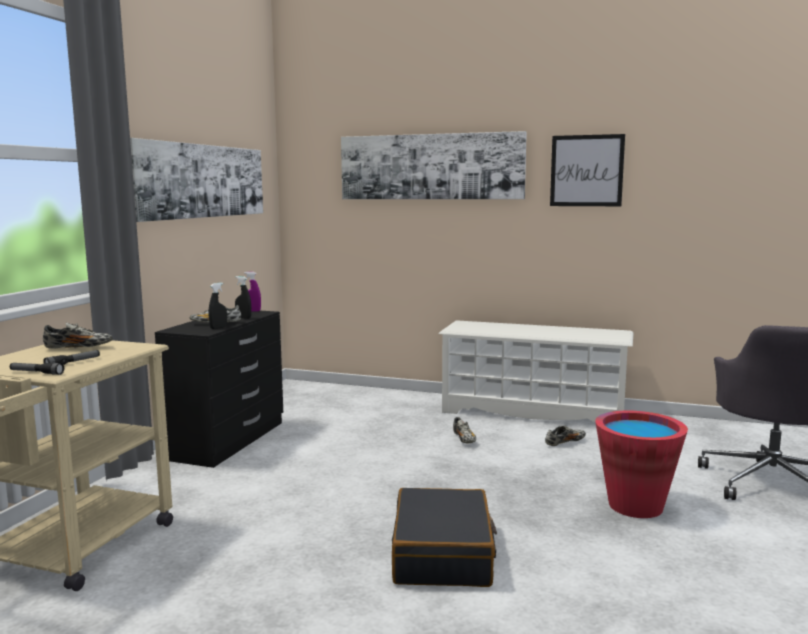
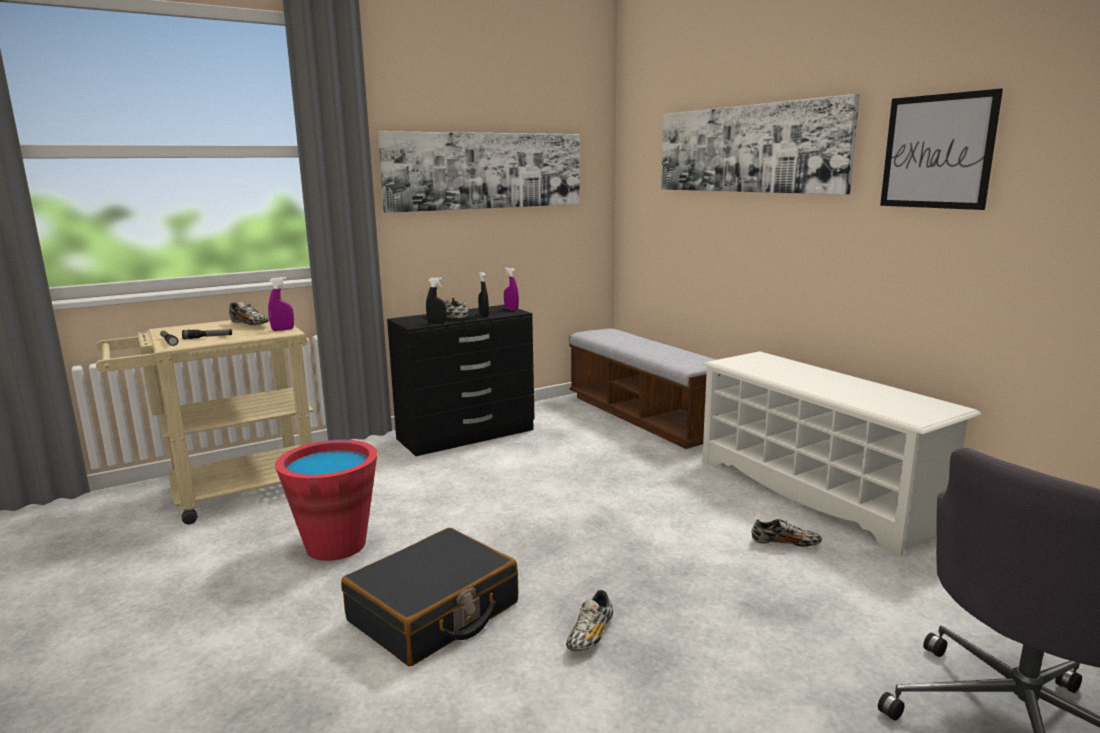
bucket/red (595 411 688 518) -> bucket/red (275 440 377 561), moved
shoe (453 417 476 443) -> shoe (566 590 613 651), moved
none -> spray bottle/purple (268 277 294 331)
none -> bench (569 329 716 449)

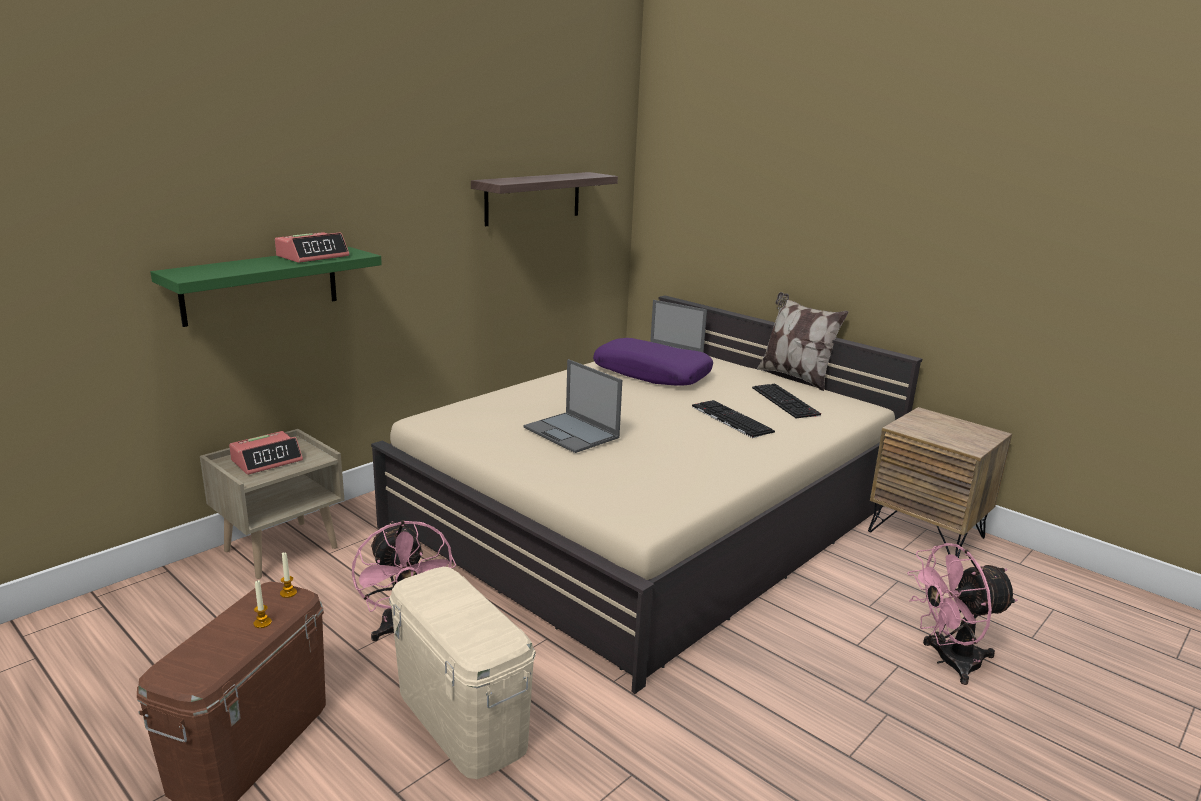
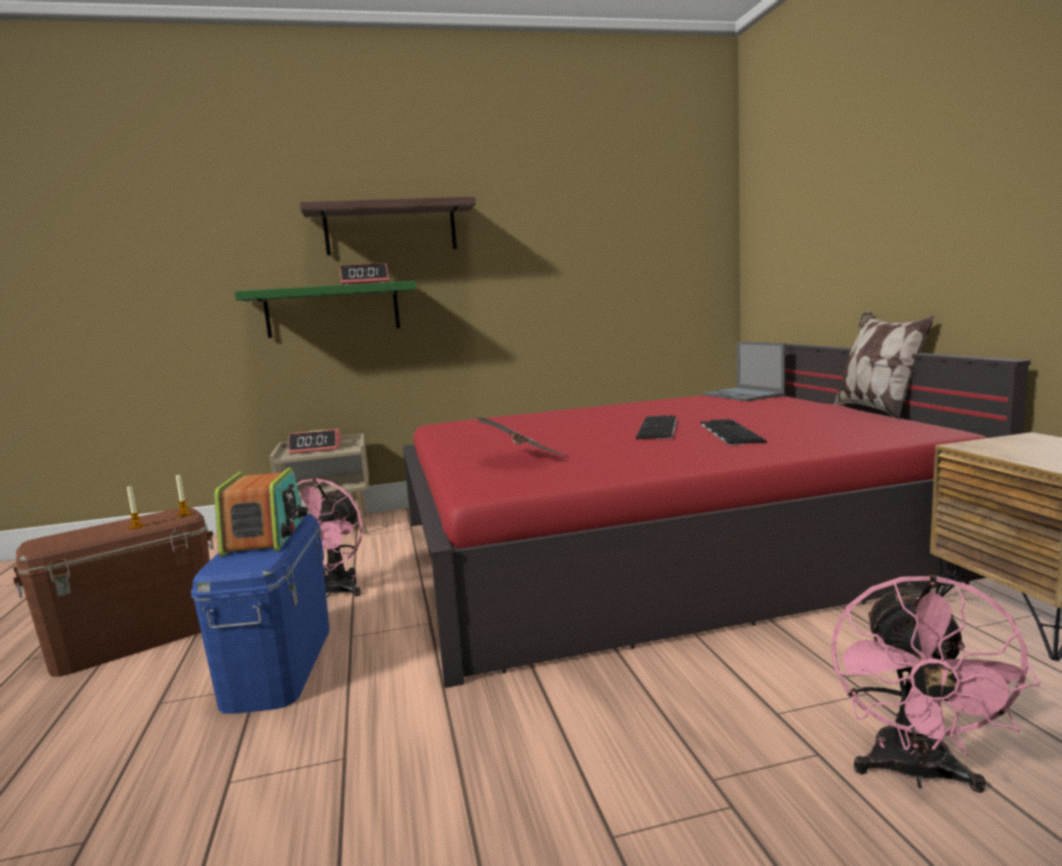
shelf (471 172 618 226) -> shelf (299 196 476 255), moved
bed/beige (371 295 922 694) -> bed/red (403 342 1031 688)
pillow/purple (593 338 713 386) -> none
laptop (524 359 622 453) -> none
keyboard (752 384 821 418) -> keyboard (636 415 677 439), moved
fan/pink (907 543 1017 685) -> fan/pink (831 575 1041 793), 90 degrees counterclockwise
storage box/beige (389 567 536 779) -> storage box/blue (191 514 329 714)
none -> newspaper (476 417 568 455)
none -> radio (214 468 308 556)

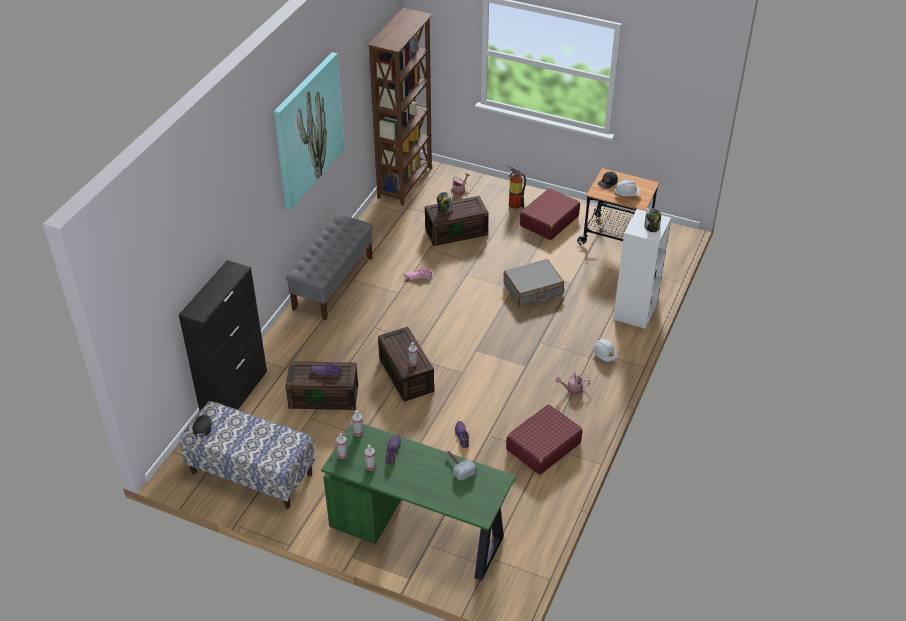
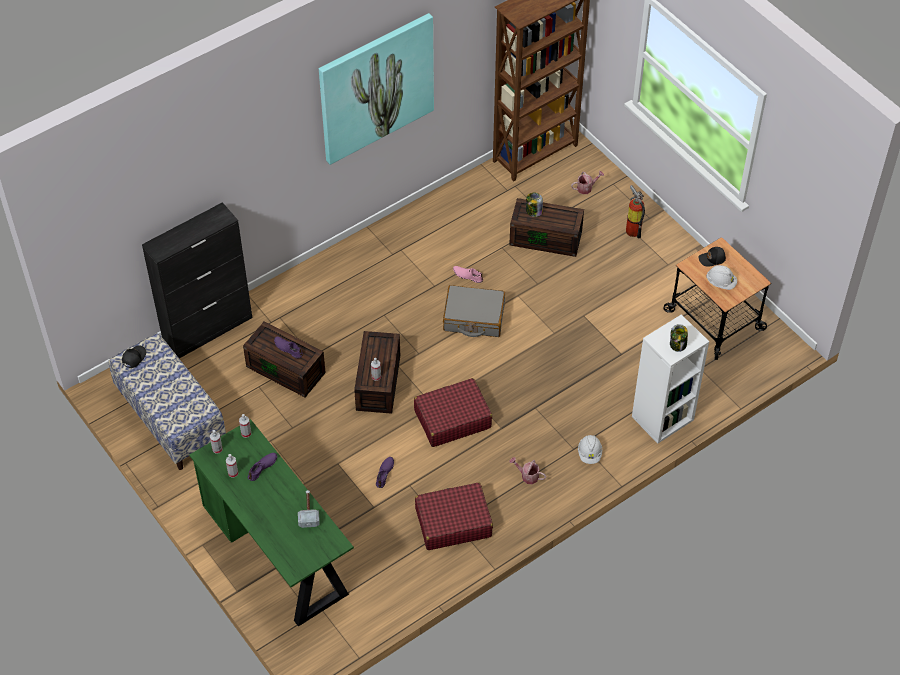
suitcase/red (520 188 580 240) -> suitcase/red (414 378 492 447), moved
bench/grey (286 215 373 321) -> none
suitcase/grey (503 259 564 306) -> suitcase/grey (443 285 505 337), moved

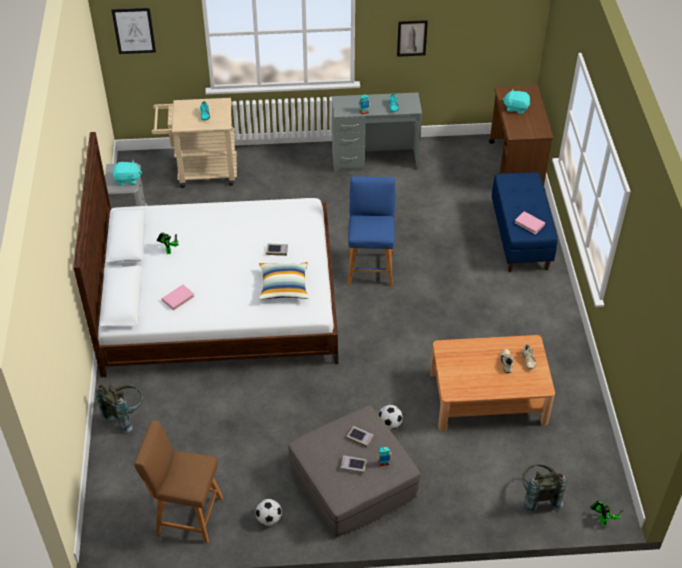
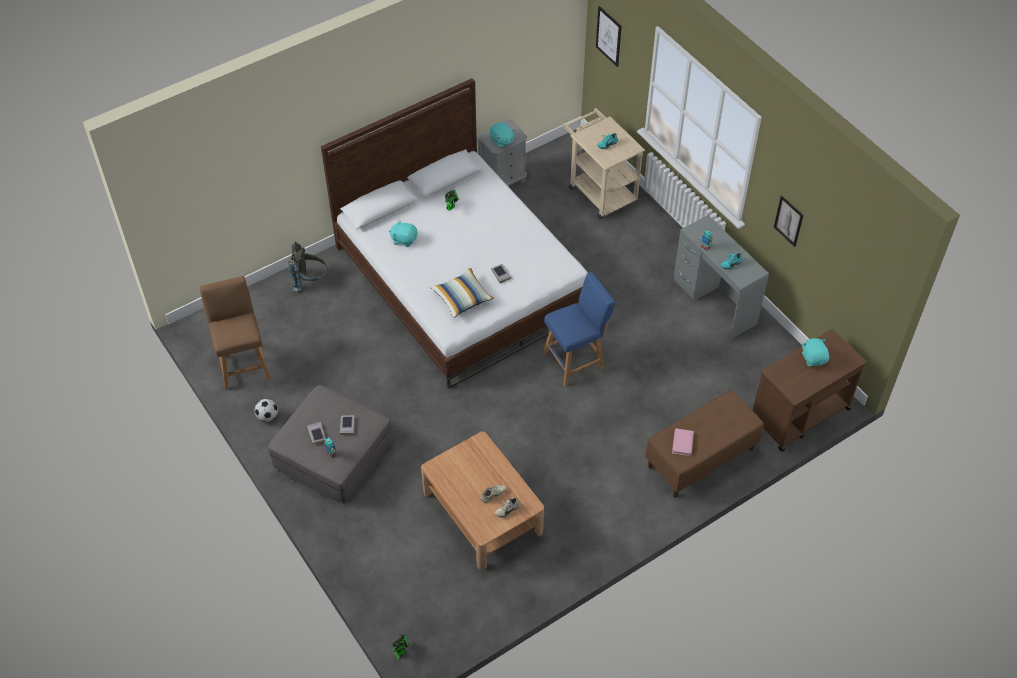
bench/blue (492 172 558 272) -> bench/brown (645 390 764 497)
book/pink (162 285 195 311) -> plush toy/turquoise (389 220 417 247)
football (378 405 403 430) -> none
backpack/grey (522 464 567 513) -> none

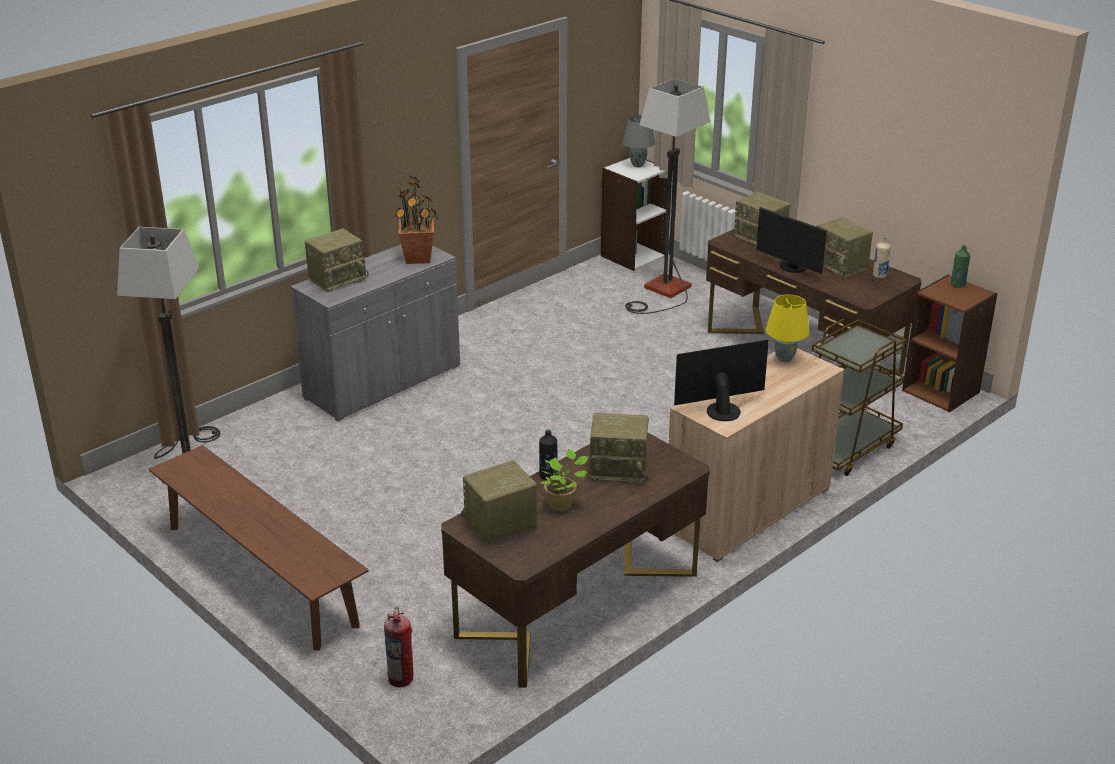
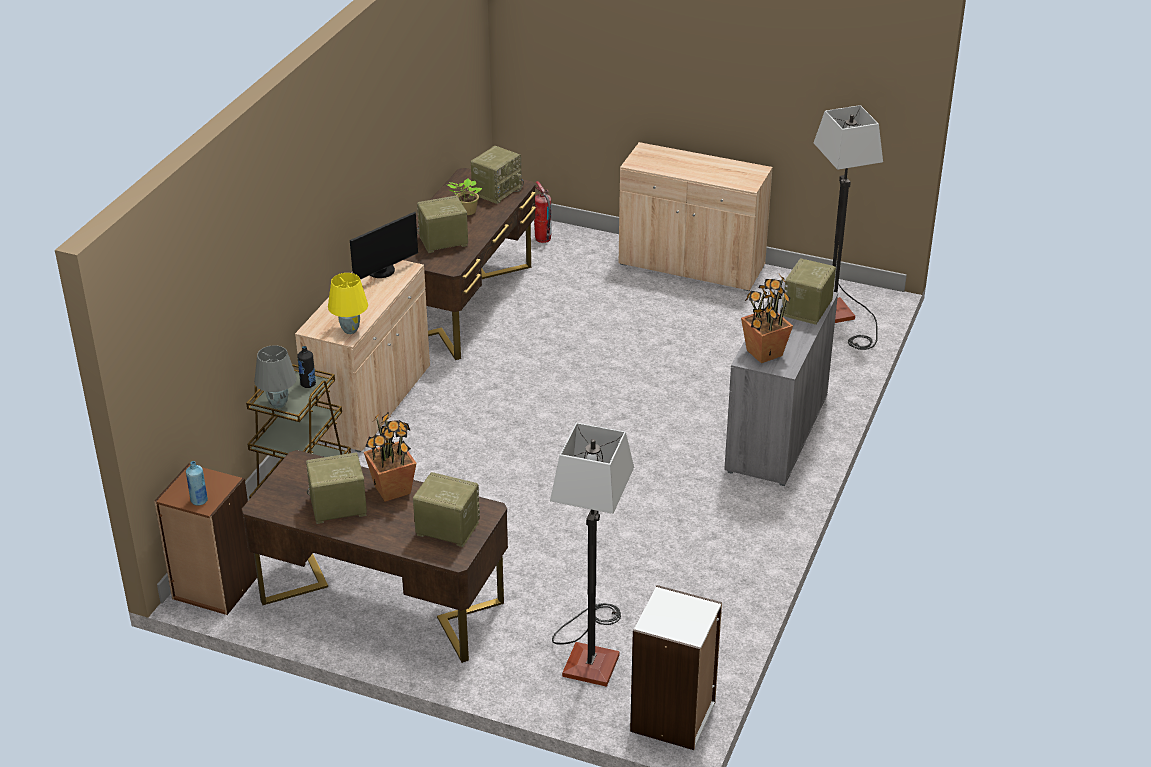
table lamp/grey (622 115 655 167) -> table lamp/grey (254 345 297 409), moved
monitor (756 207 827 274) -> potted plant (364 411 416 502)
radio (817 217 873 278) -> radio (306 453 367 524), 45 degrees counterclockwise
bottle/beige (873 237 891 279) -> none
bottle/green (951 245 970 288) -> bottle/blue (186 461 208 506)
bottle/black (539 429 558 480) -> bottle/black (297 346 316 388), moved
bench/brown (149 445 369 651) -> cabinet/beige (619 142 773 291)

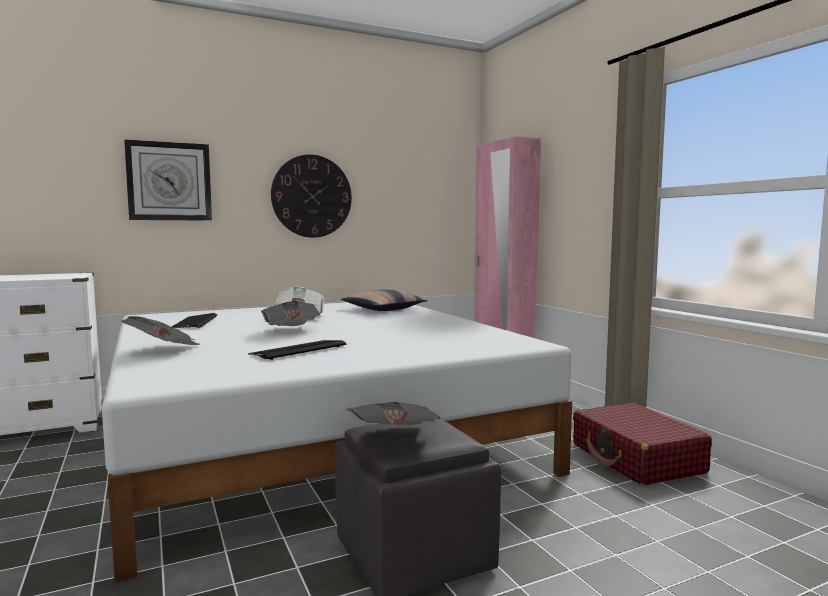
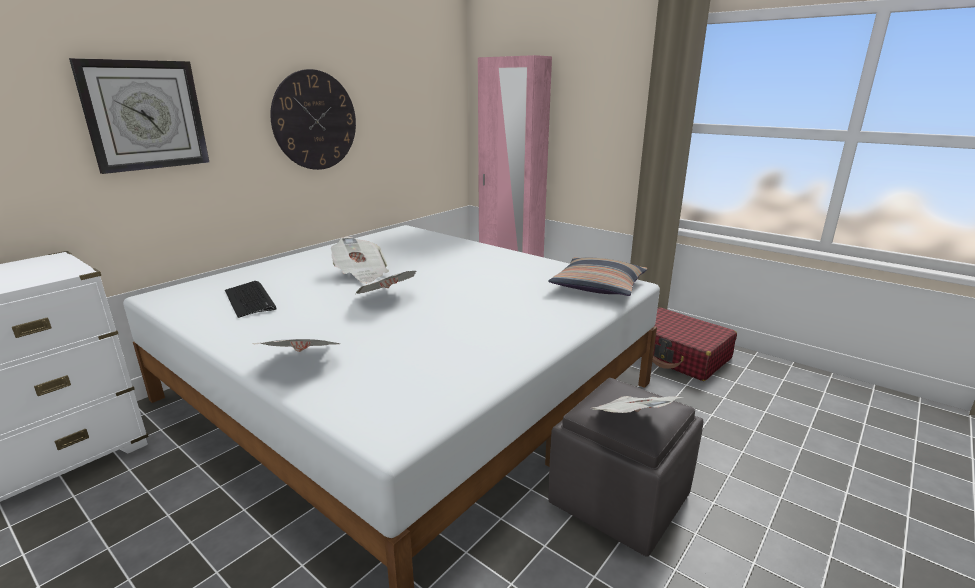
pillow (341 290 428 311) -> pillow (548 257 647 296), moved
keyboard (248 340 346 360) -> none

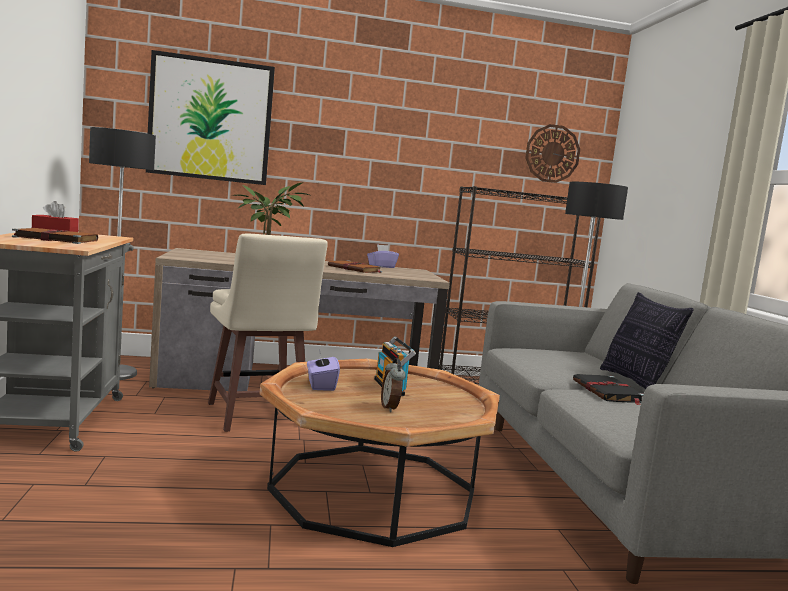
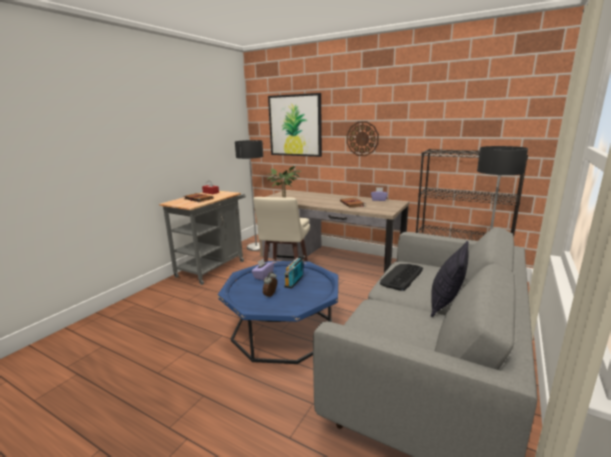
wall clock (525 124 580 183) -> wall clock (347 121 379 156), moved
coffee table/brown (260 359 500 547) -> coffee table/blue (218 261 338 364)
book/black (573 374 644 405) -> none
none -> keyboard (380 264 423 291)

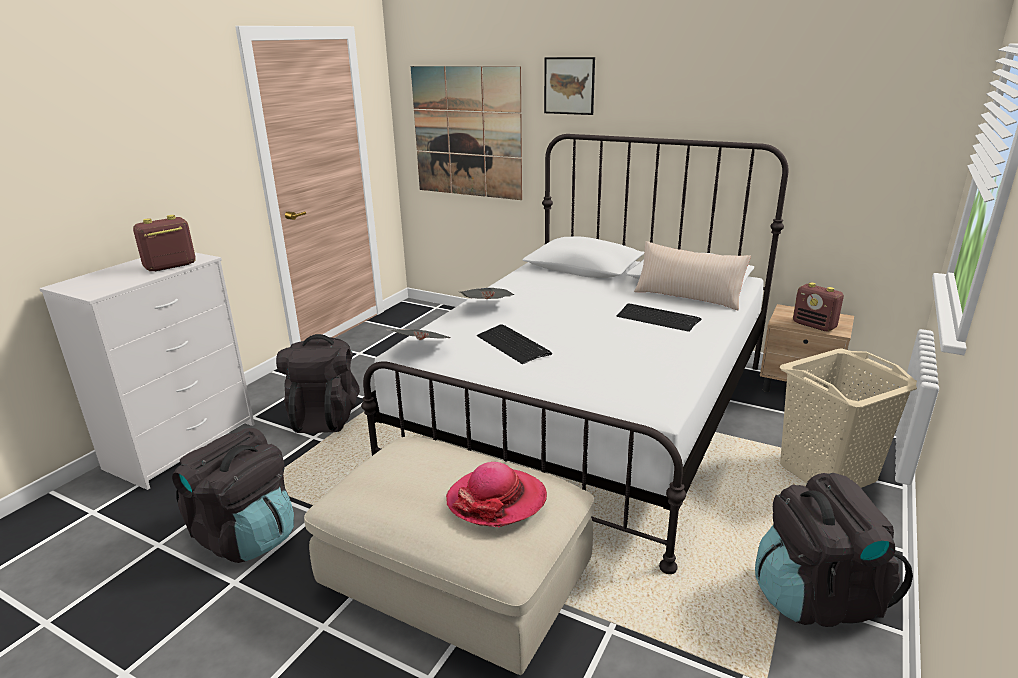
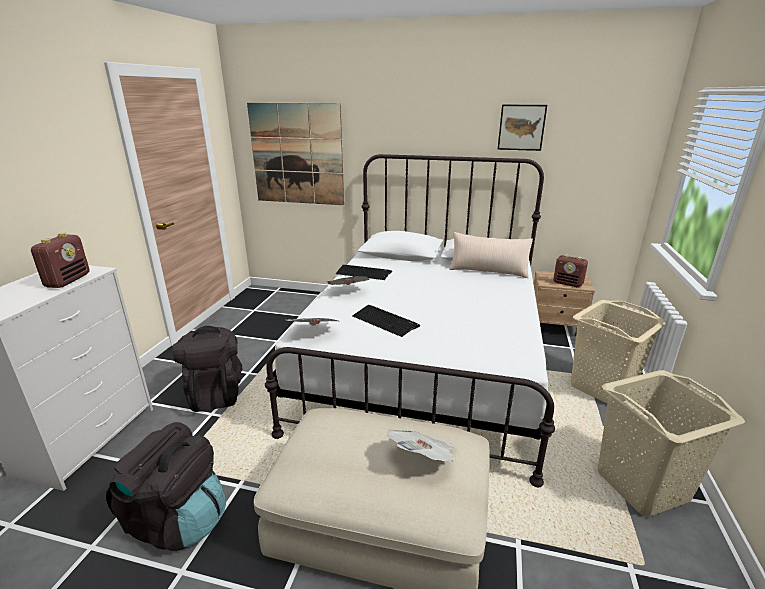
picture (544 57 595 115) -> picture (498 105 547 151), moved
radio (133 215 196 271) -> radio (31 233 89 288), 150 degrees clockwise
keyboard (617 304 702 332) -> keyboard (336 265 392 280), moved
hat (446 462 547 527) -> newspaper (387 429 456 462)
backpack/black (755 473 913 627) -> laundry basket/beige (598 370 745 516)

